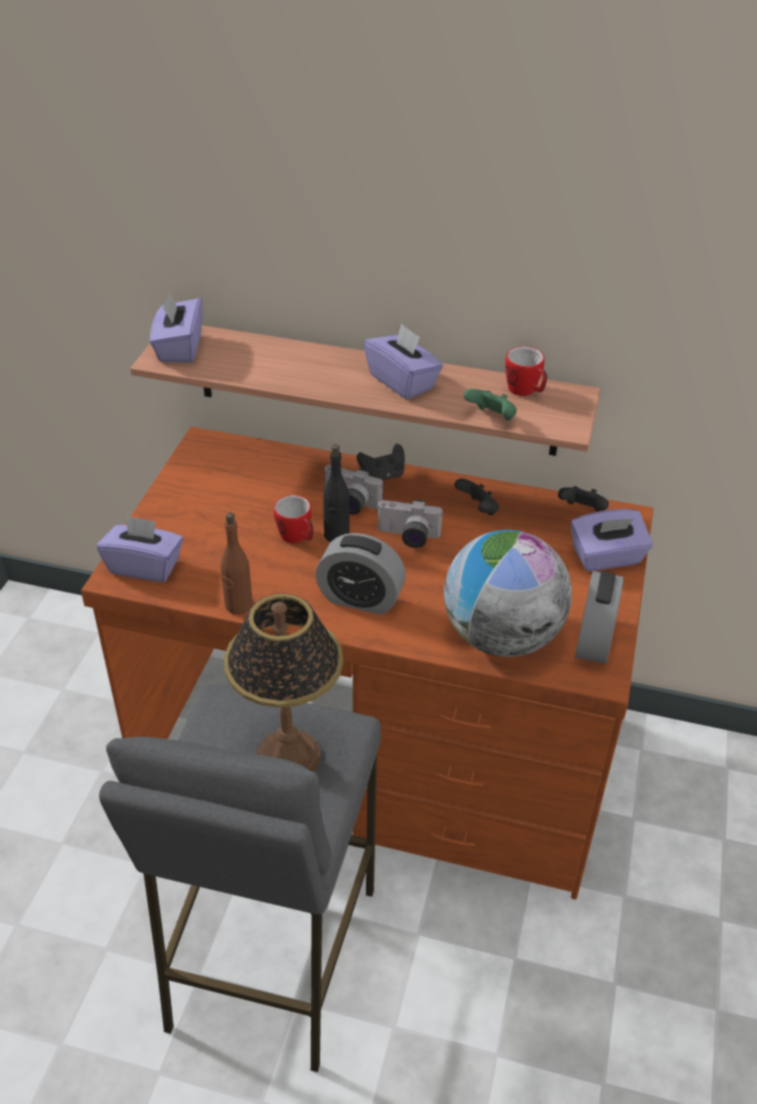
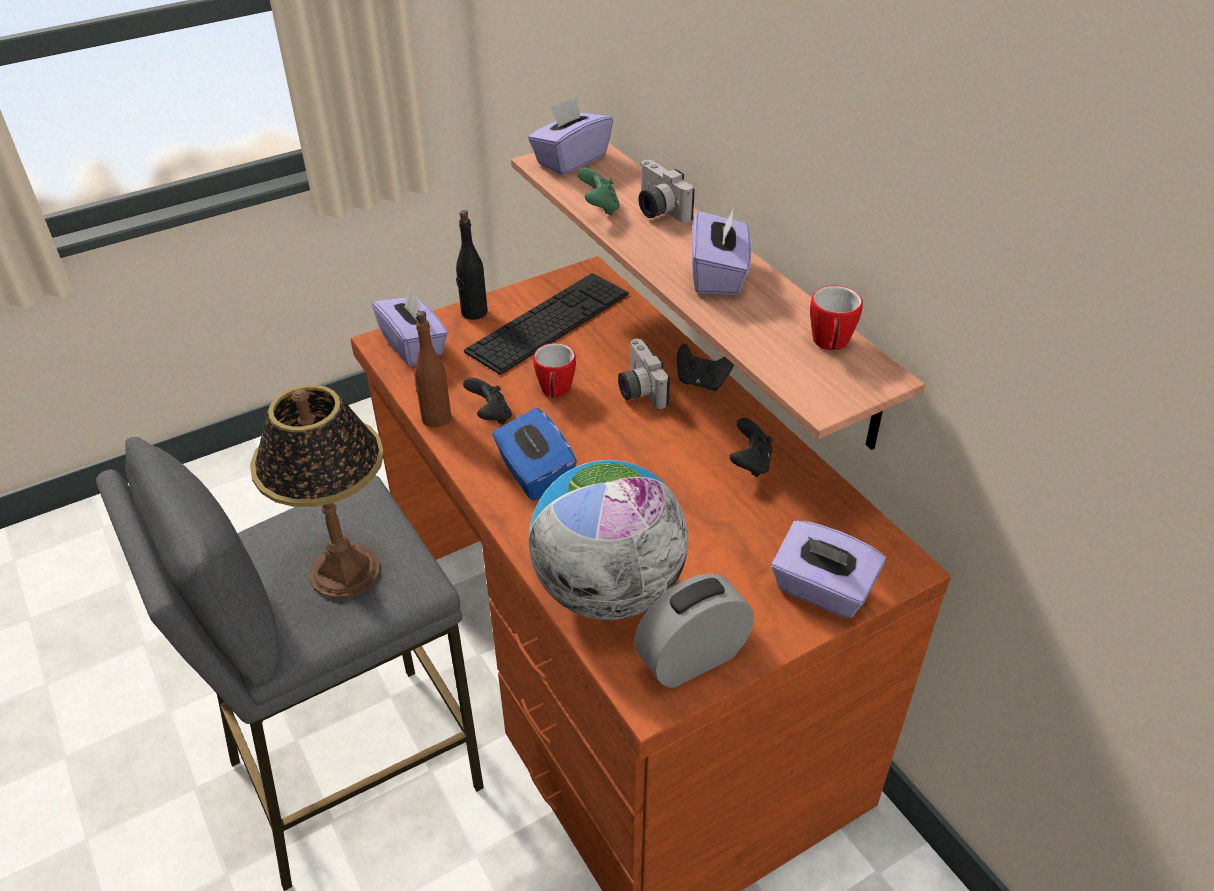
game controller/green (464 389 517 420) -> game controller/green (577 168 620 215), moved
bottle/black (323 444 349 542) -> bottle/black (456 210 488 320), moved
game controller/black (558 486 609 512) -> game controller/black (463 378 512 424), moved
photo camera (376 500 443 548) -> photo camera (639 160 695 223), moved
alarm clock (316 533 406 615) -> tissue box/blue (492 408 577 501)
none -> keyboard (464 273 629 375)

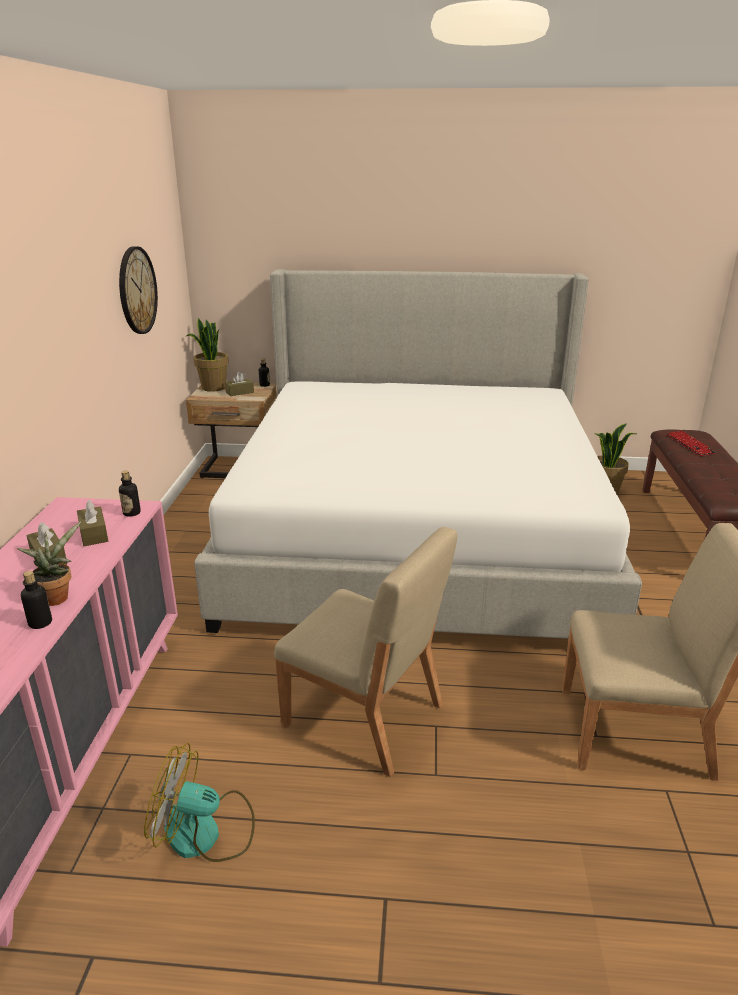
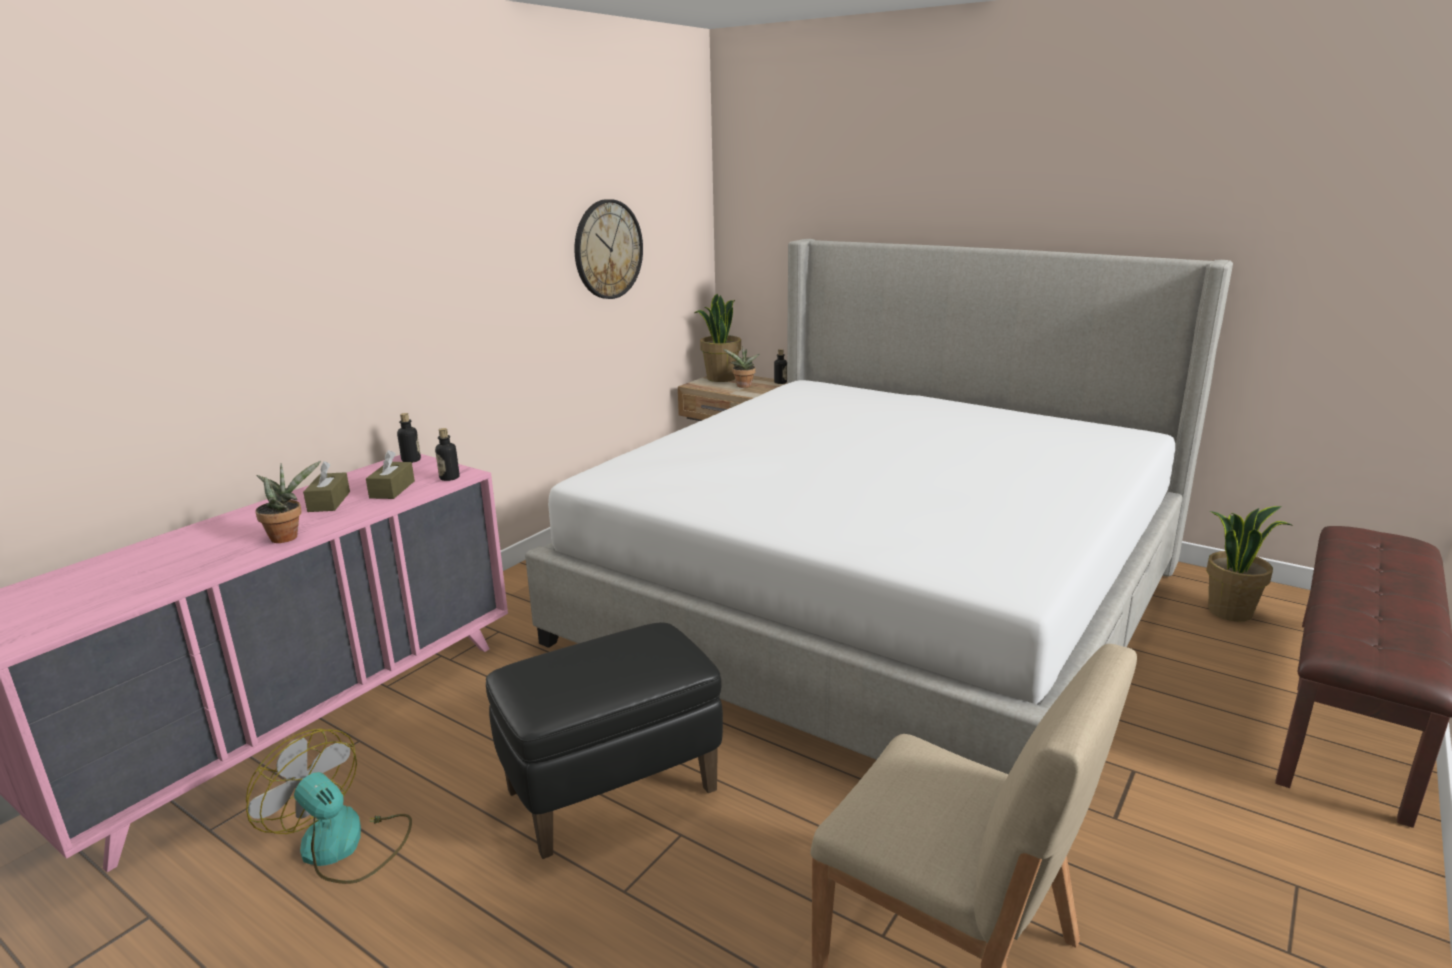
tissue box/brown (225 372 254 396) -> potted plant (723 346 760 388)
keyboard (667 431 716 456) -> none
chair/beige (274 527 457 777) -> ottoman/black (486 622 723 859)
bottle (21 571 52 629) -> bottle (397 413 421 463), moved

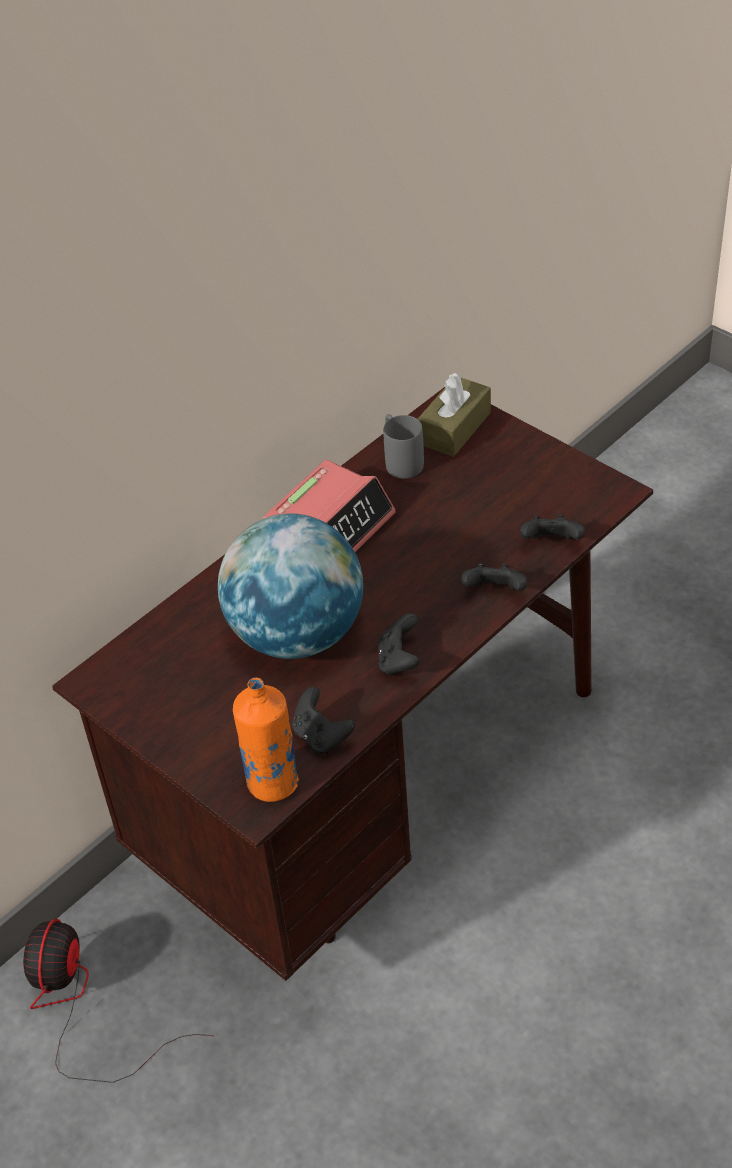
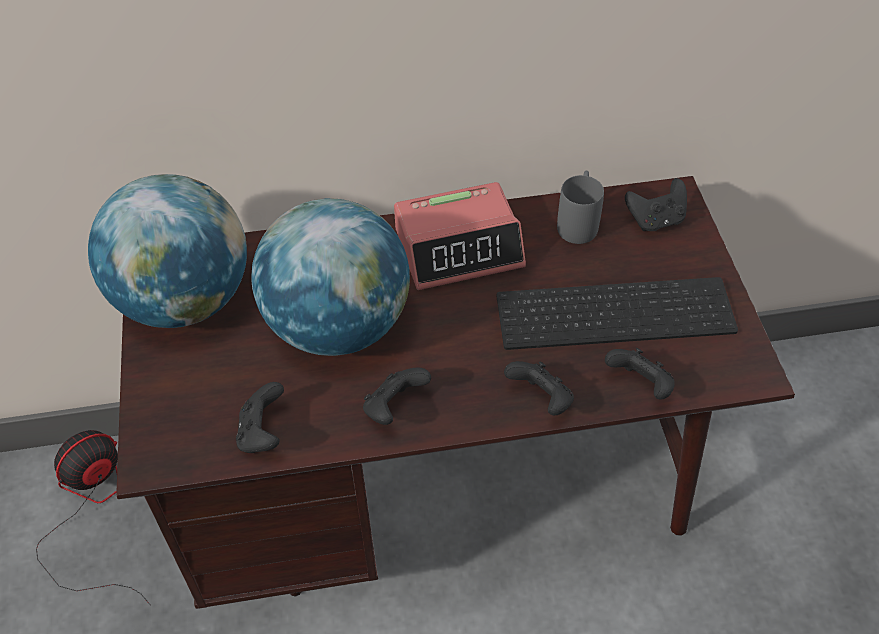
tissue box/brown (418 373 491 457) -> game controller/black (625 178 687 231)
bottle/orange (233 677 299 802) -> none
none -> globe (88 174 247 328)
none -> keyboard (496 277 738 350)

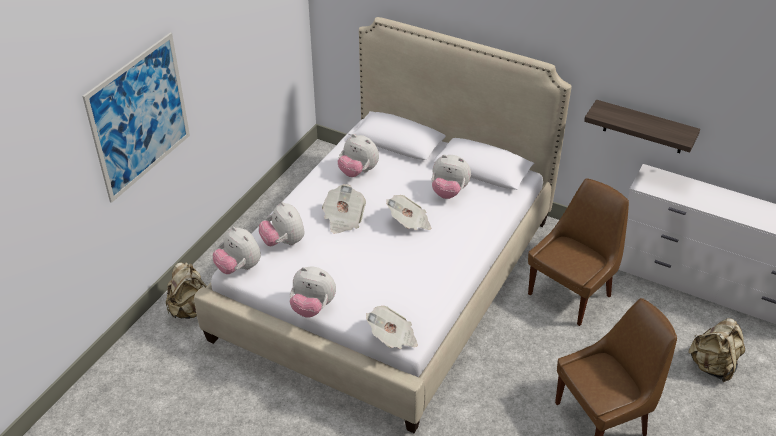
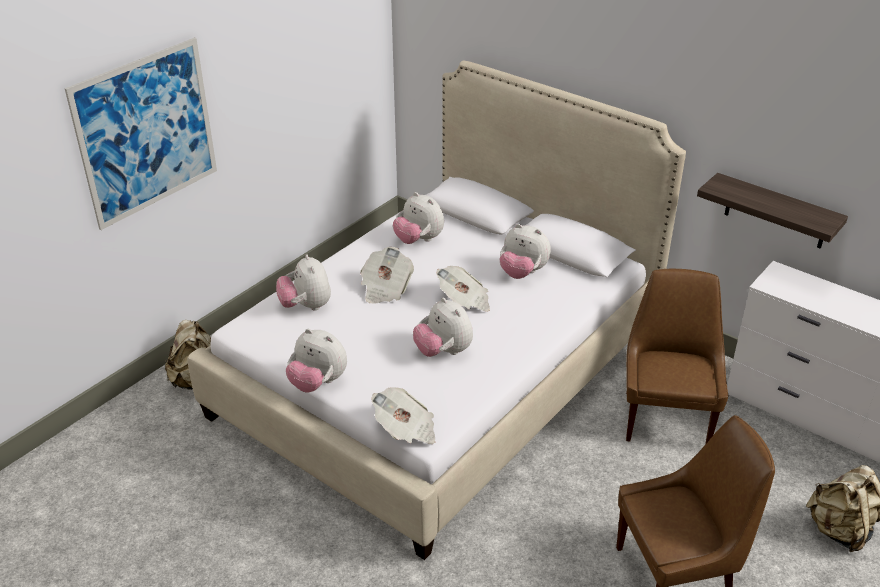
chair/brown (528 178 629 326) -> chair/brown (626 269 728 445), 45 degrees counterclockwise
plush toy (213 227 261 274) -> plush toy (413 298 473 357), moved

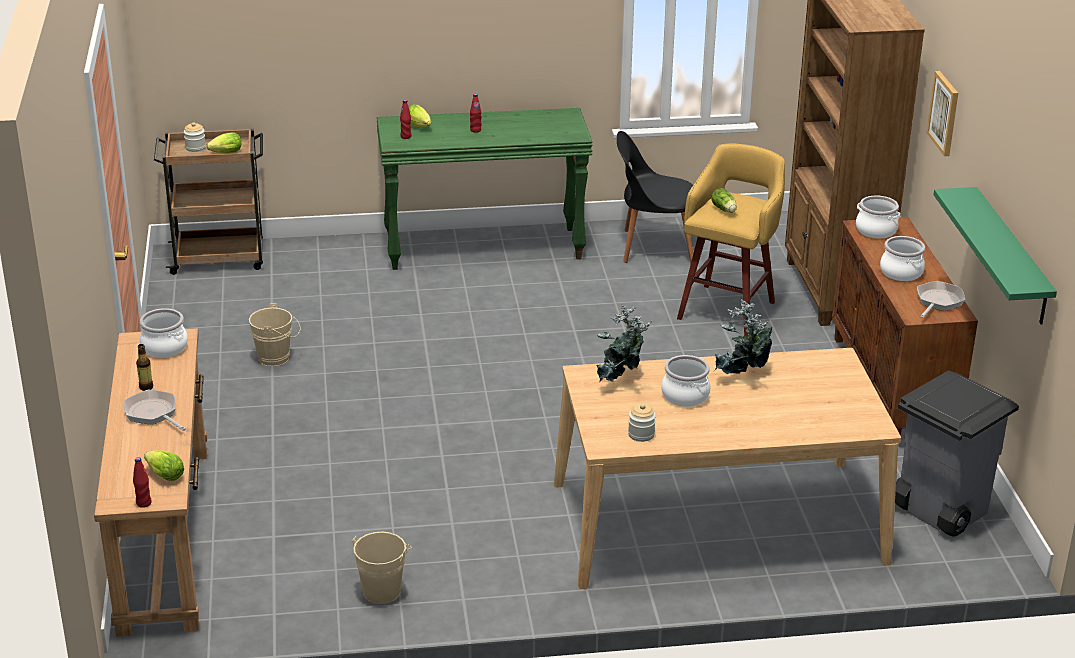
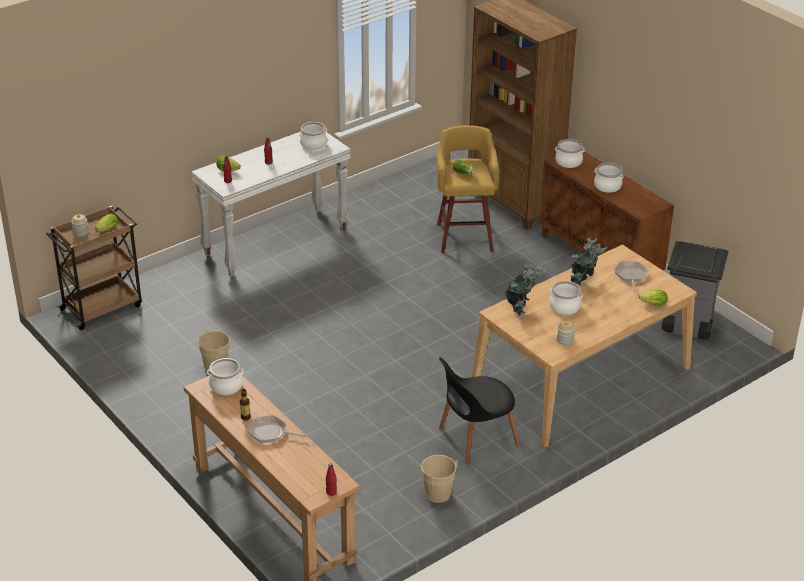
picture (926 71 958 156) -> none
console table/green (377 108 593 270) -> console table/white (191 132 351 277)
chair/black (617 131 693 263) -> chair/black (439 357 520 464), moved
shelf/green (933 187 1057 325) -> none
frying pan (917 281 965 318) -> frying pan (614 261 648 293), moved
lettuce (144 450 184 481) -> lettuce (639 290 668 306), moved
none -> cooking pot (299 122 327 150)

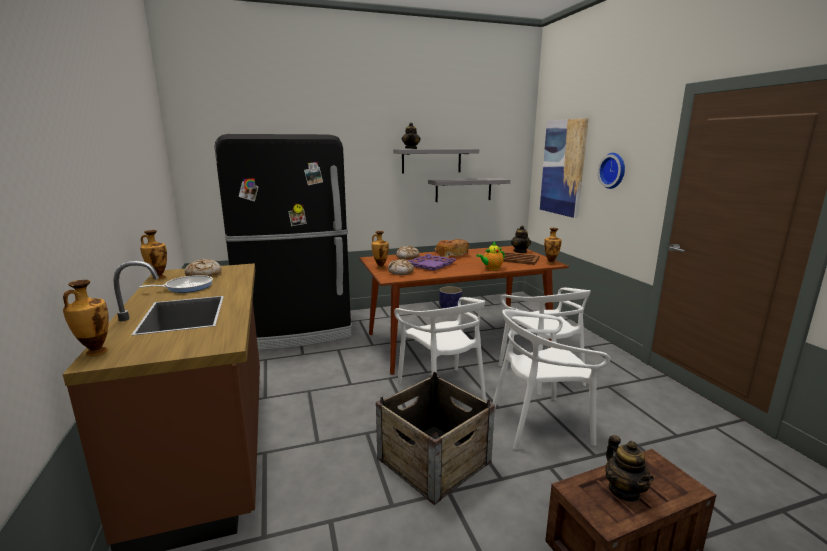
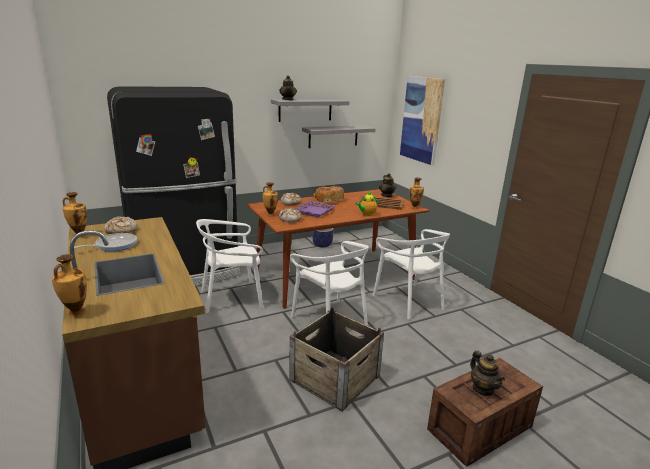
wall clock (598 153 625 189) -> none
chair/white (492 309 610 450) -> chair/white (196 219 264 313), moved

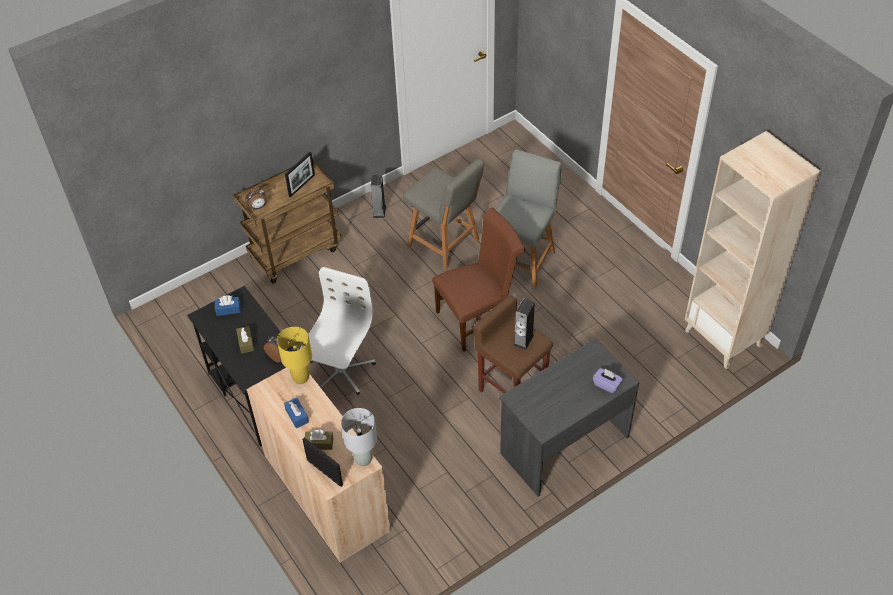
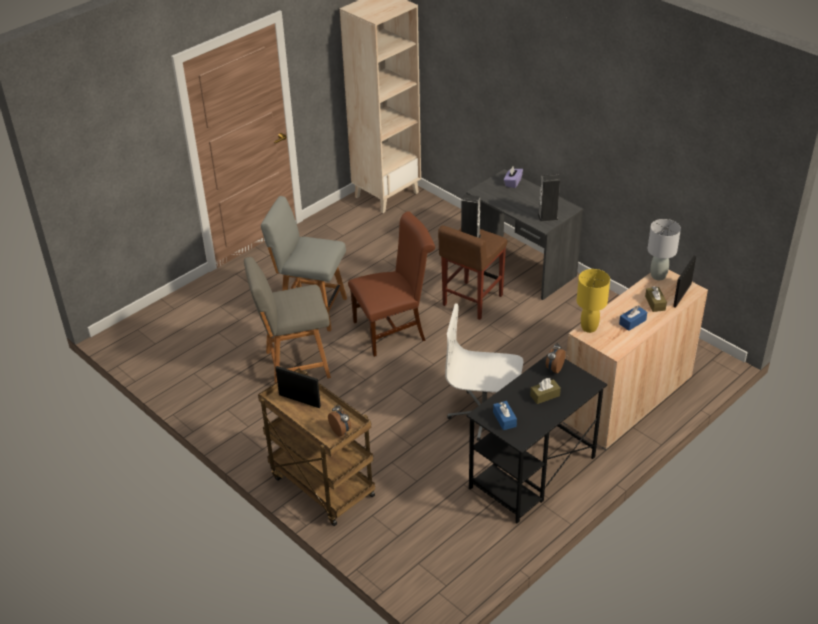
chair/grey (403 159 484 270) -> chair/grey (244 257 331 383), 135 degrees counterclockwise
speaker (371 175 386 218) -> speaker (537 174 560 222), moved
chair/brown (432 208 526 352) -> chair/brown (348 211 435 357), 105 degrees clockwise

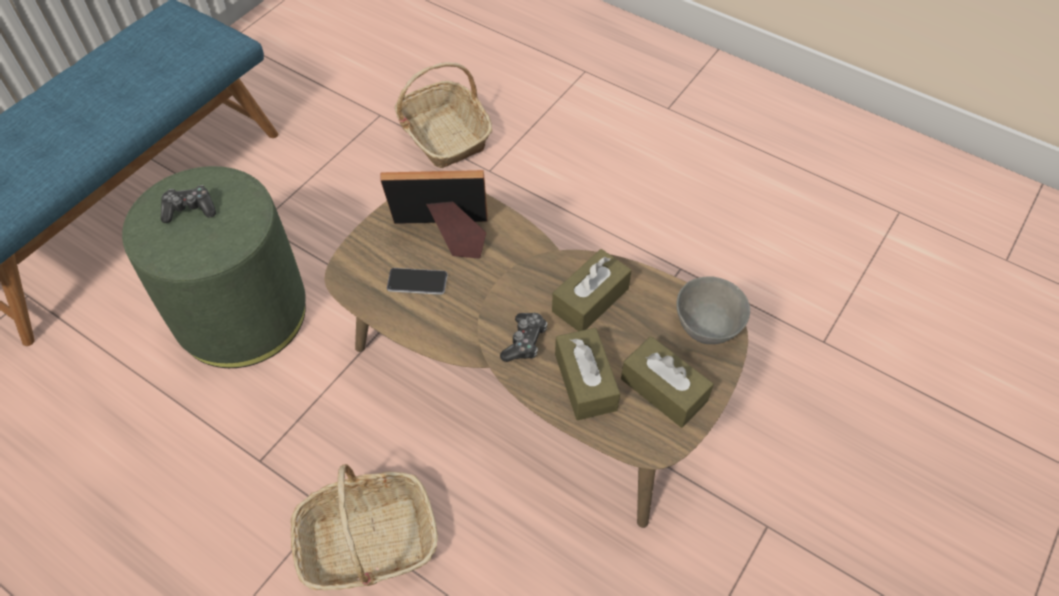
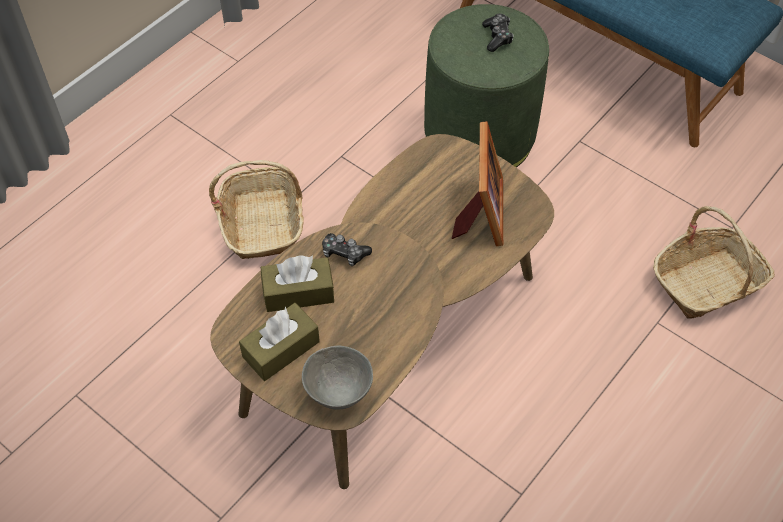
tissue box/brown (552 249 632 331) -> none
phone (387 268 447 295) -> none

